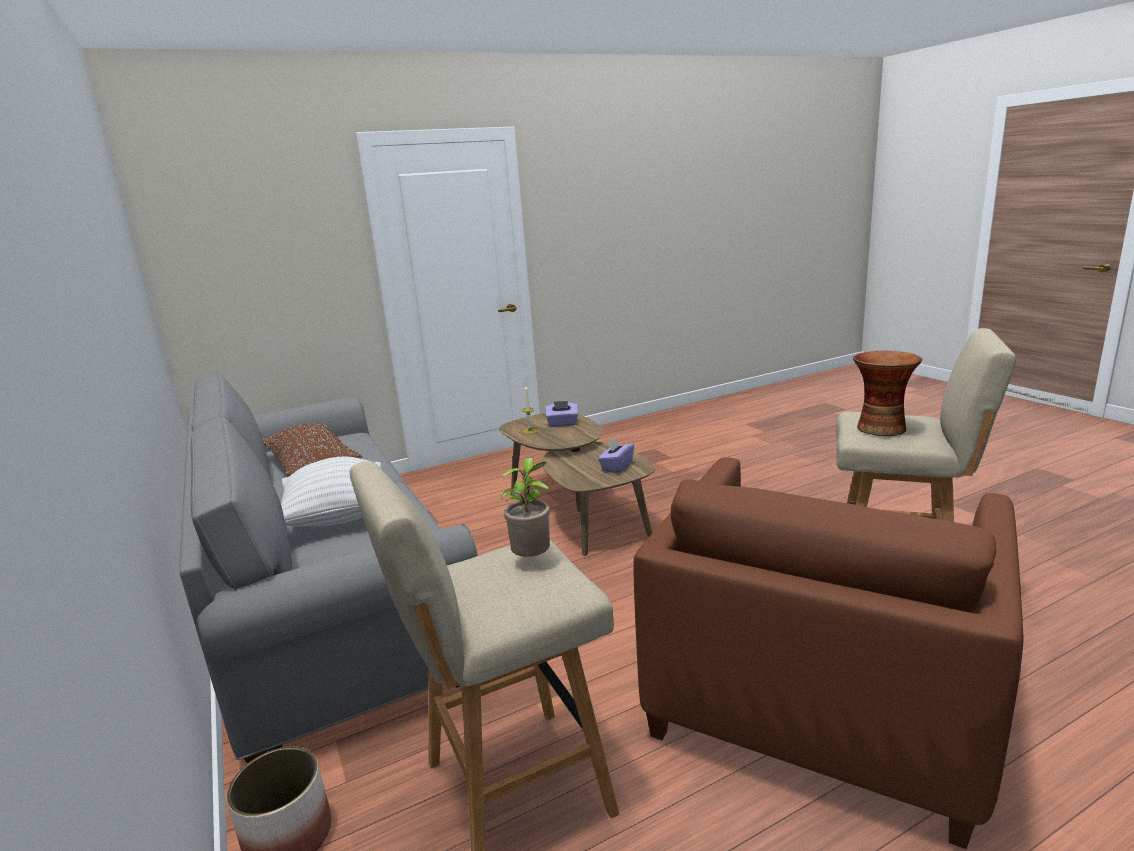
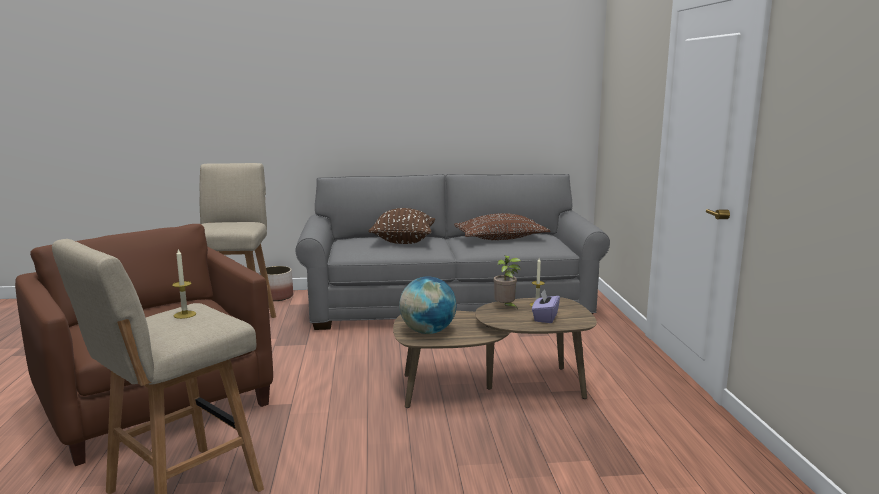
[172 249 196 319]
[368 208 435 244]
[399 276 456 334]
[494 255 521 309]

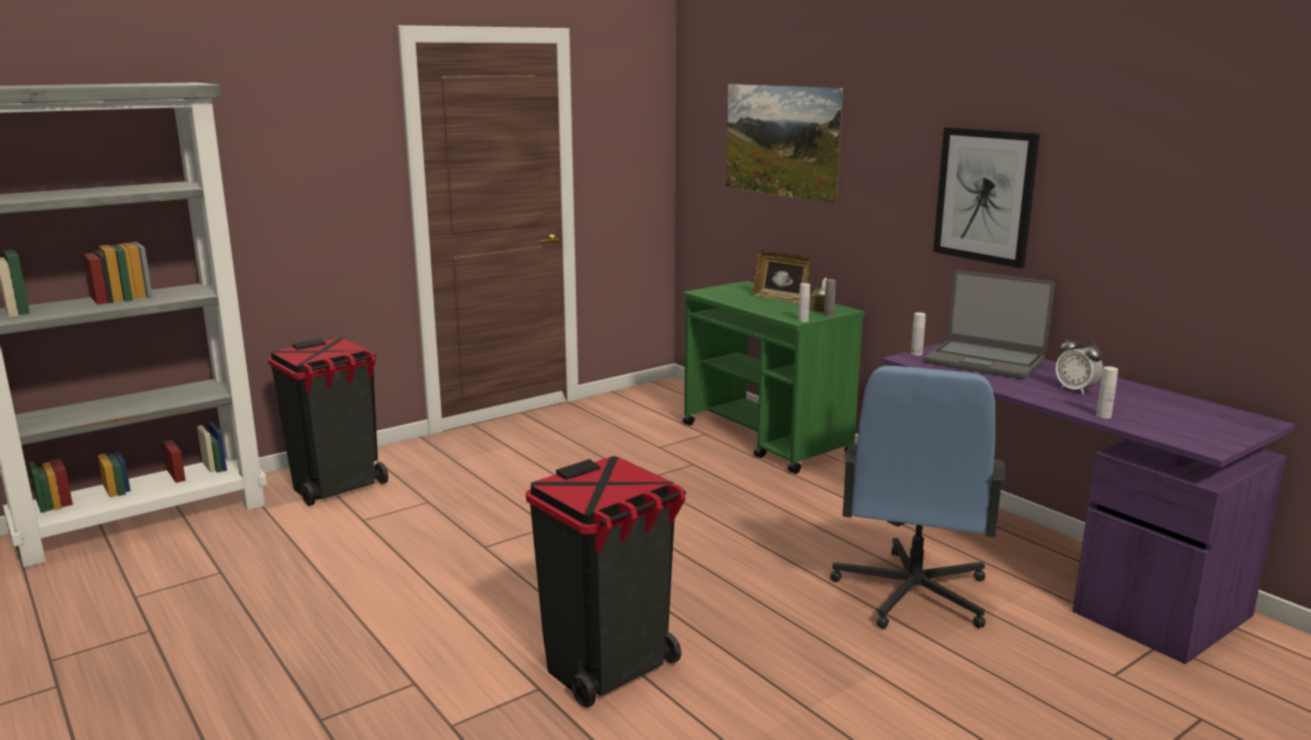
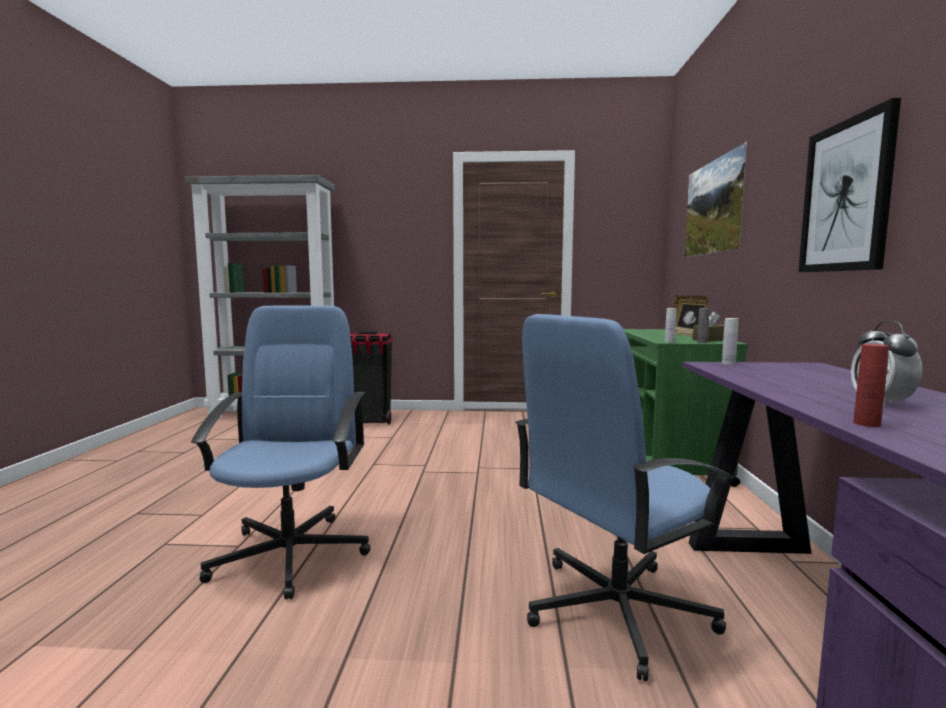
[191 306 371 599]
[853 344 889 427]
[924 270 1055 379] (first image)

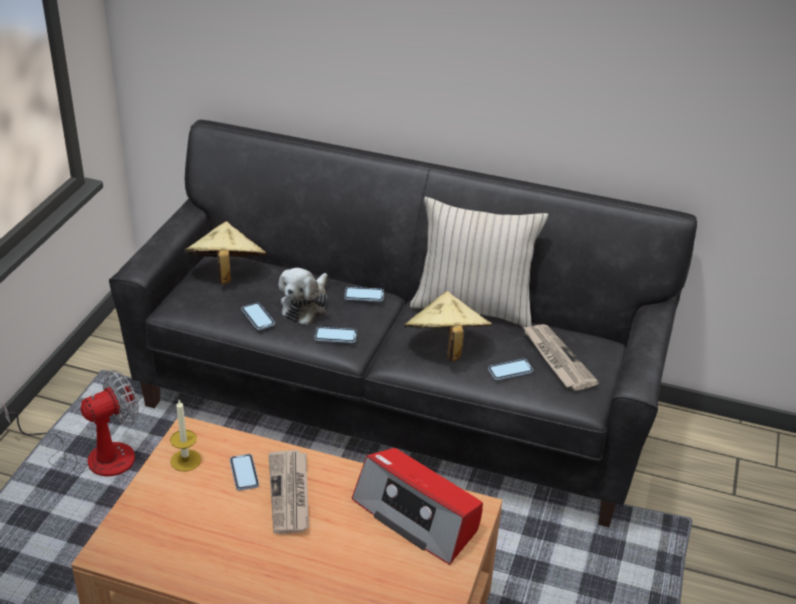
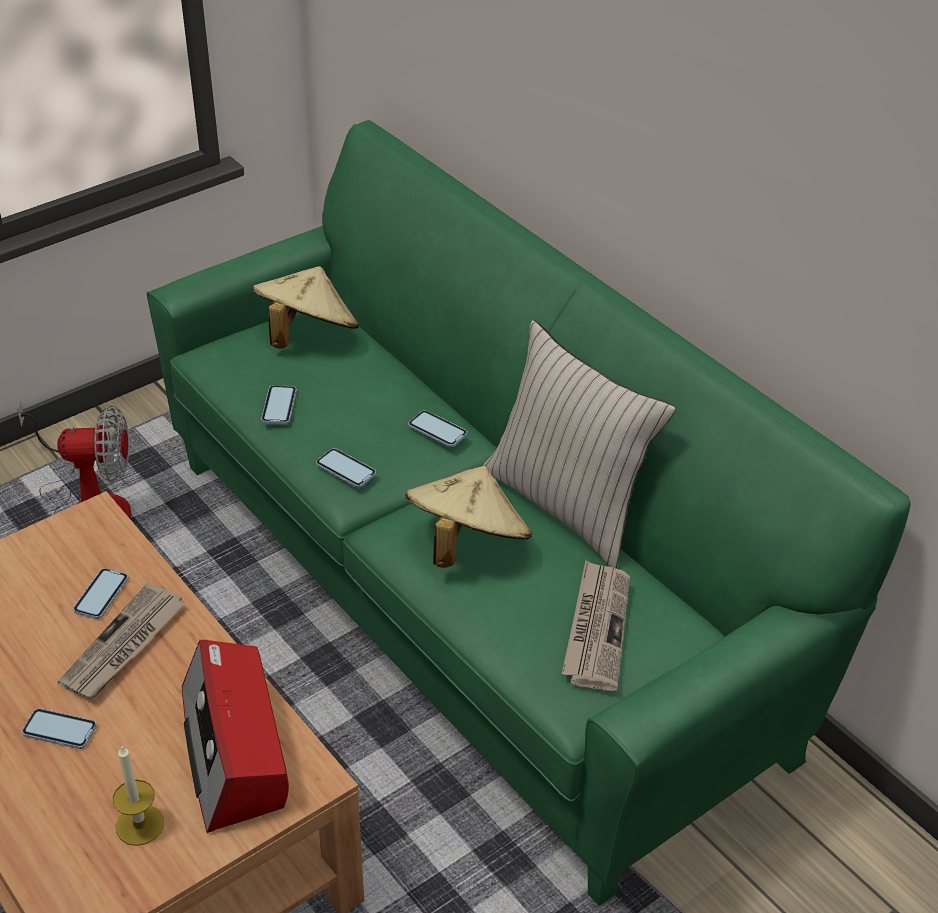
[22 708 97 749]
[113 745 164 846]
[147 120 910 906]
[279 268 328 325] (first image)

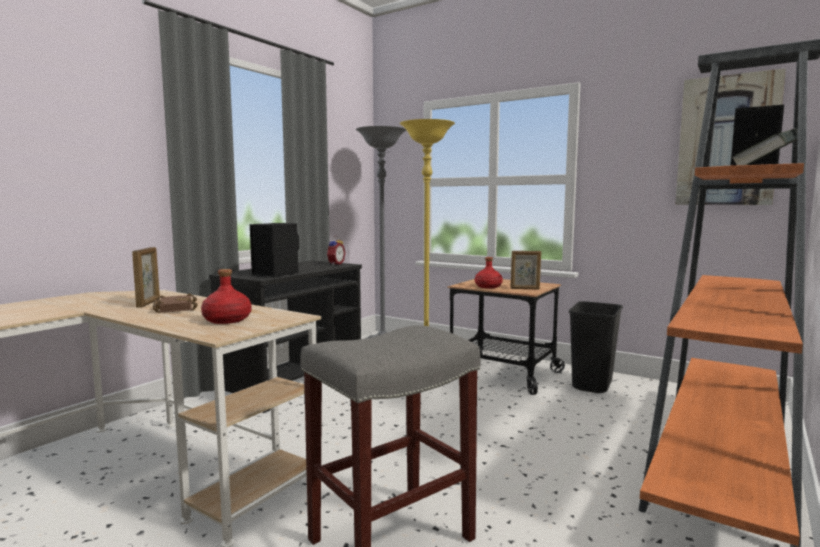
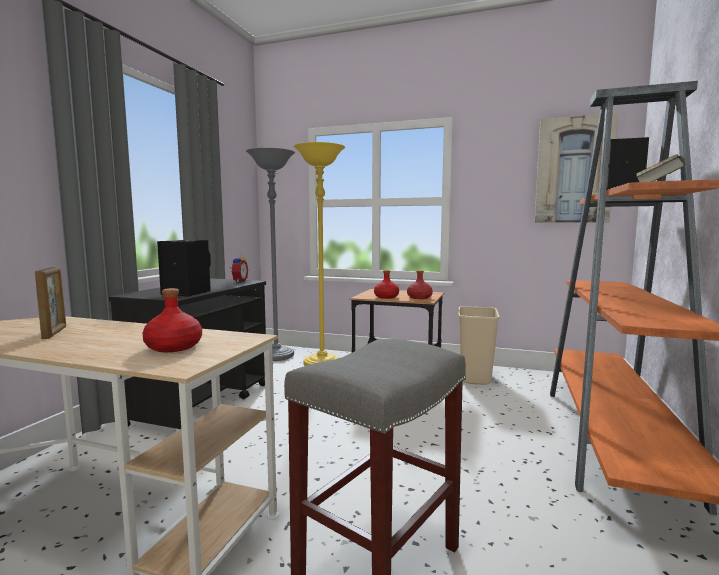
[407 270 433 299]
[458 306 500 385]
[153 293 198 313] (first image)

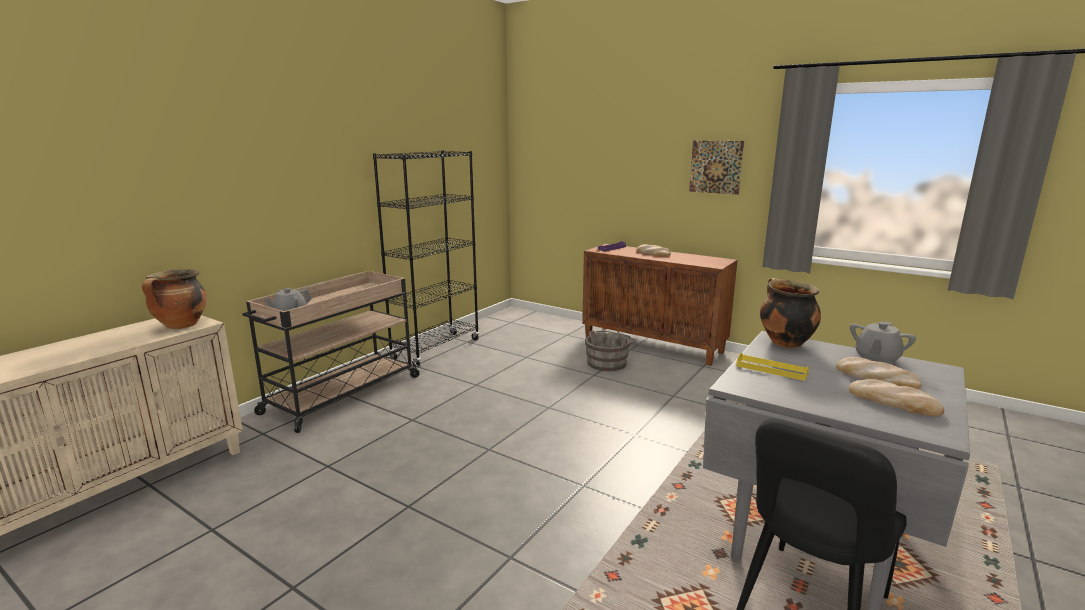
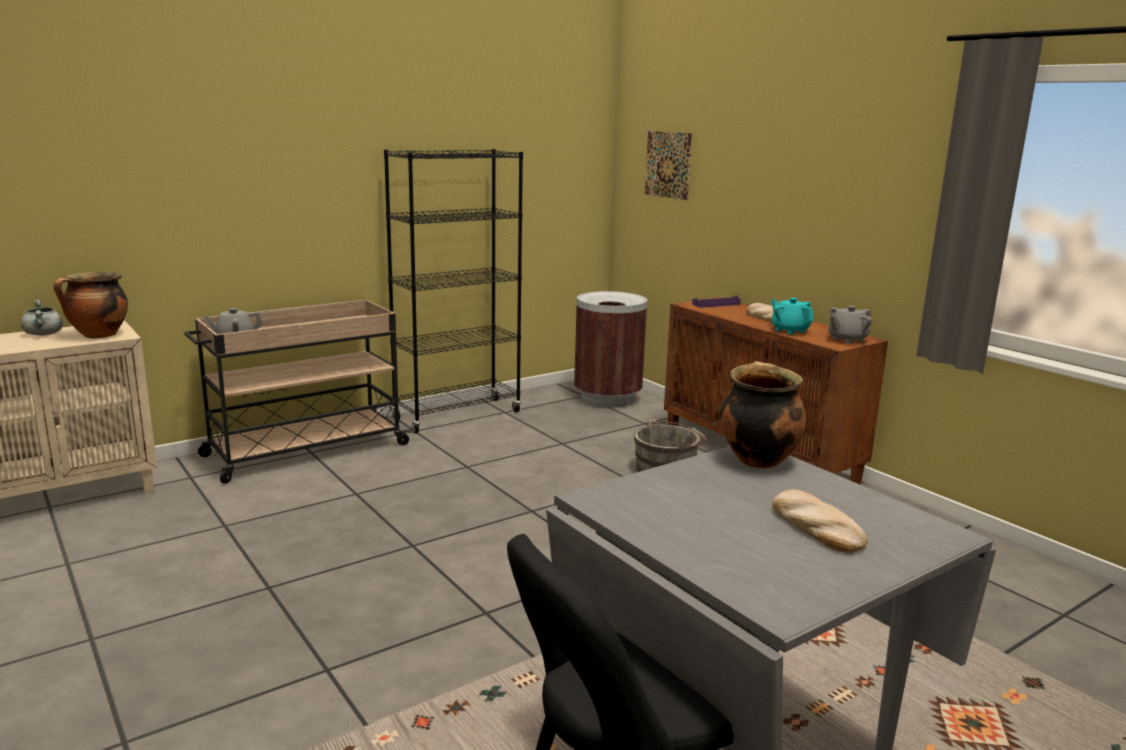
[21 300 63 335]
[574 291 647 407]
[645 131 692 200]
[771 298 814 335]
[828 306 872 344]
[736 353 809 381] (first image)
[849 379 944 417] (first image)

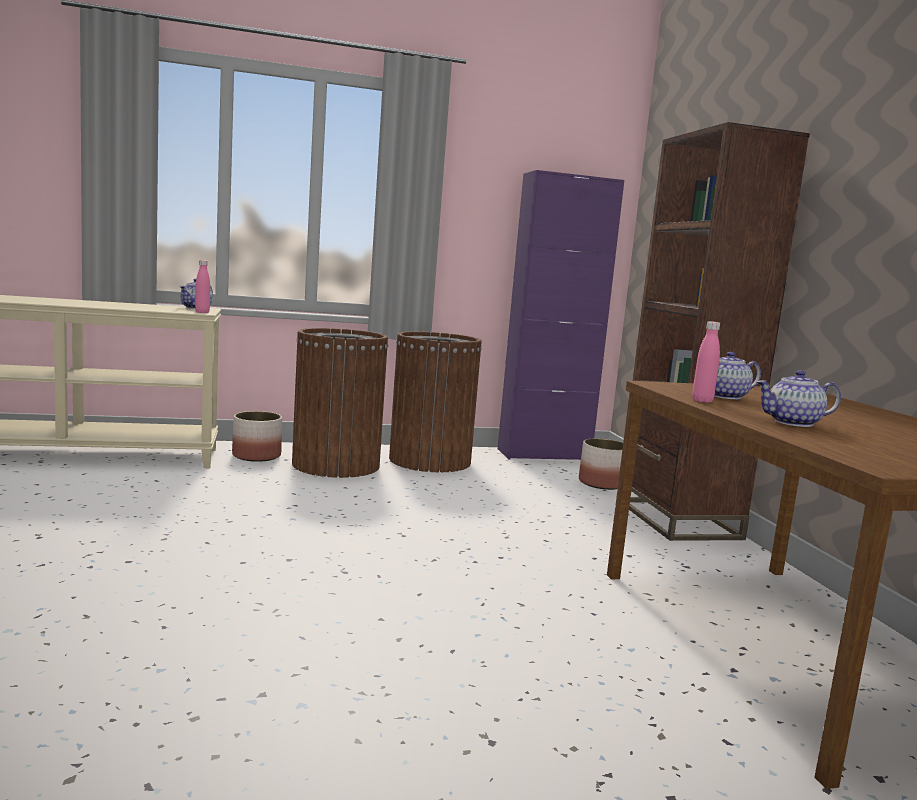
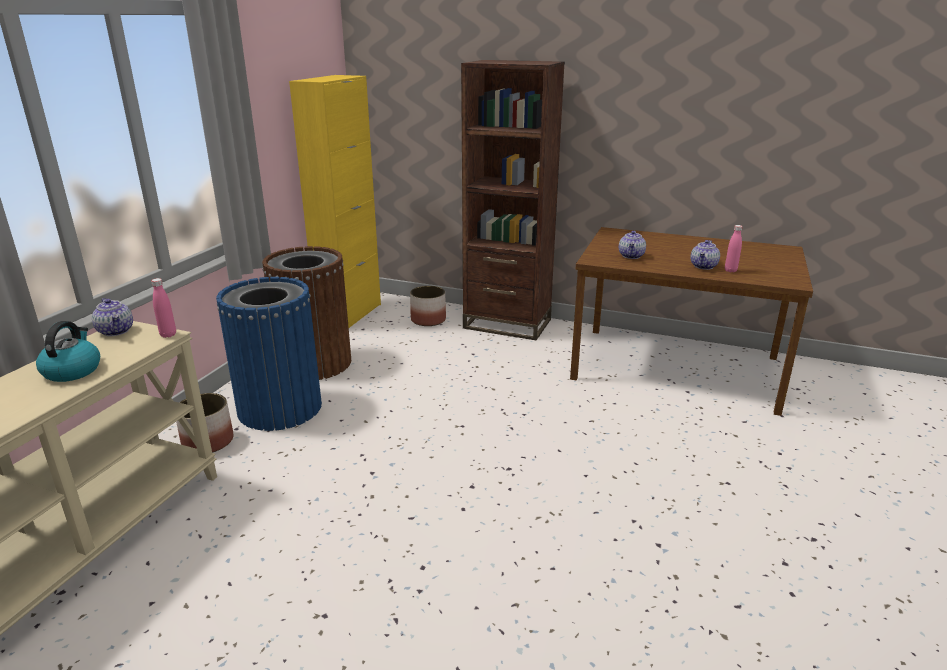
[36 321 100 382]
[216 277 322 431]
[289 75 381 328]
[725 225 742 272]

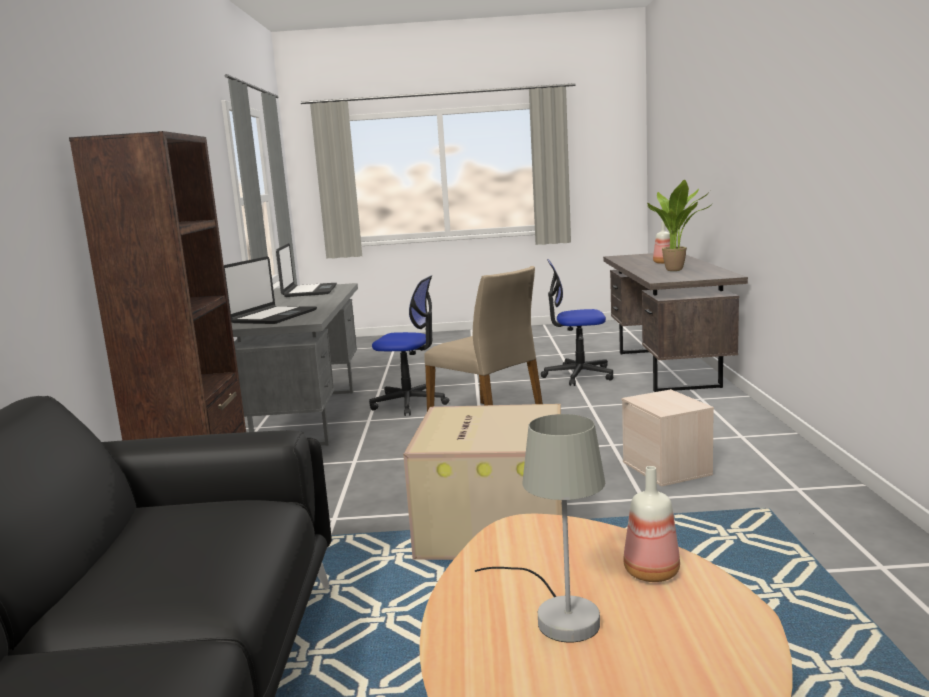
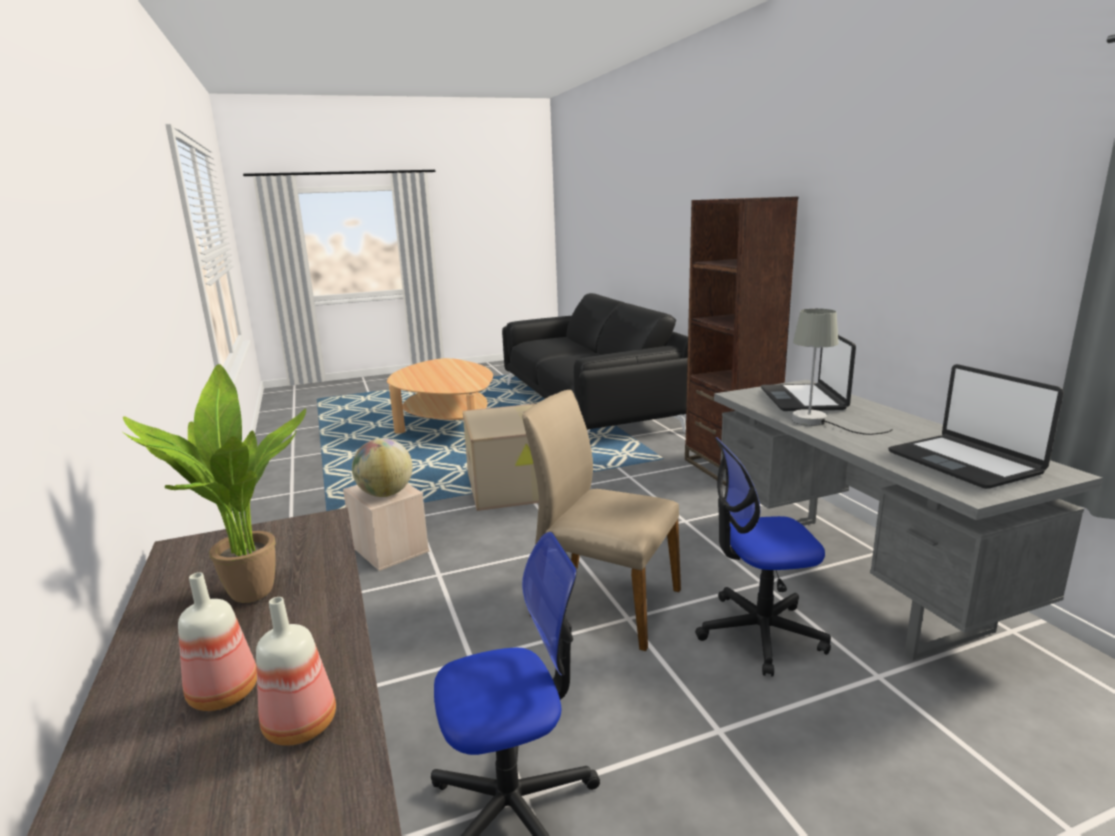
[256 597 336 746]
[352 438 413 497]
[792 309 893 435]

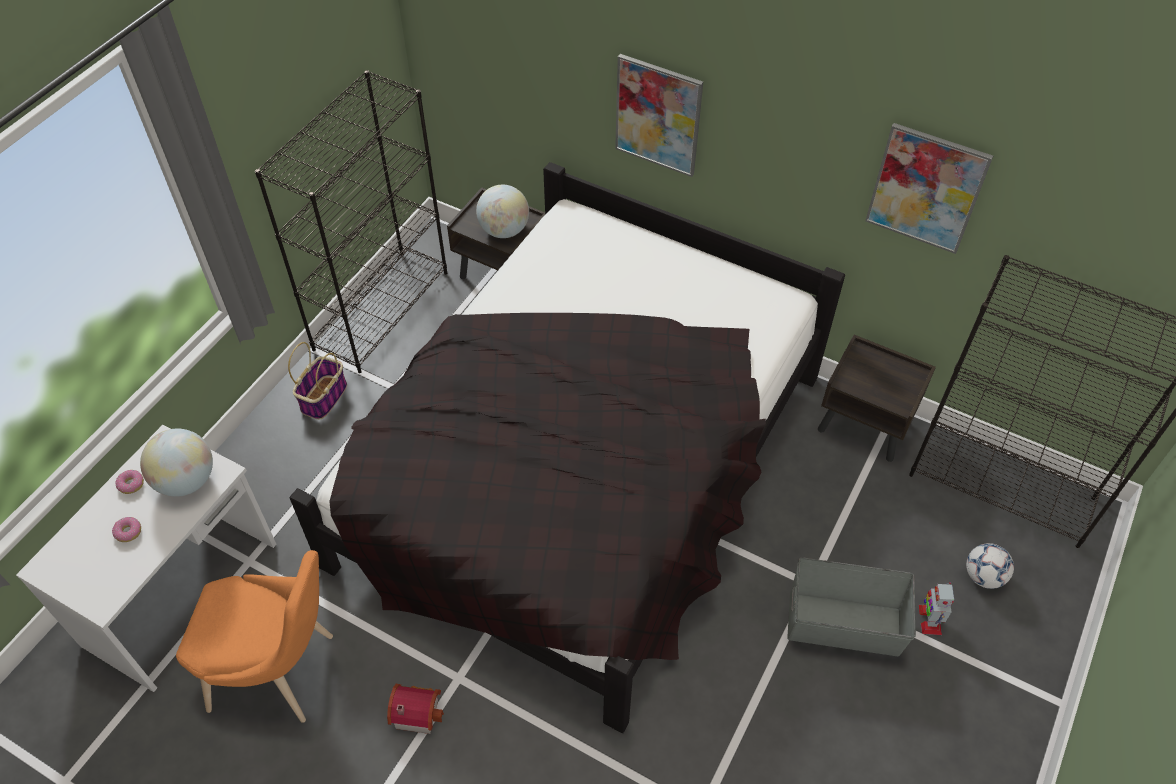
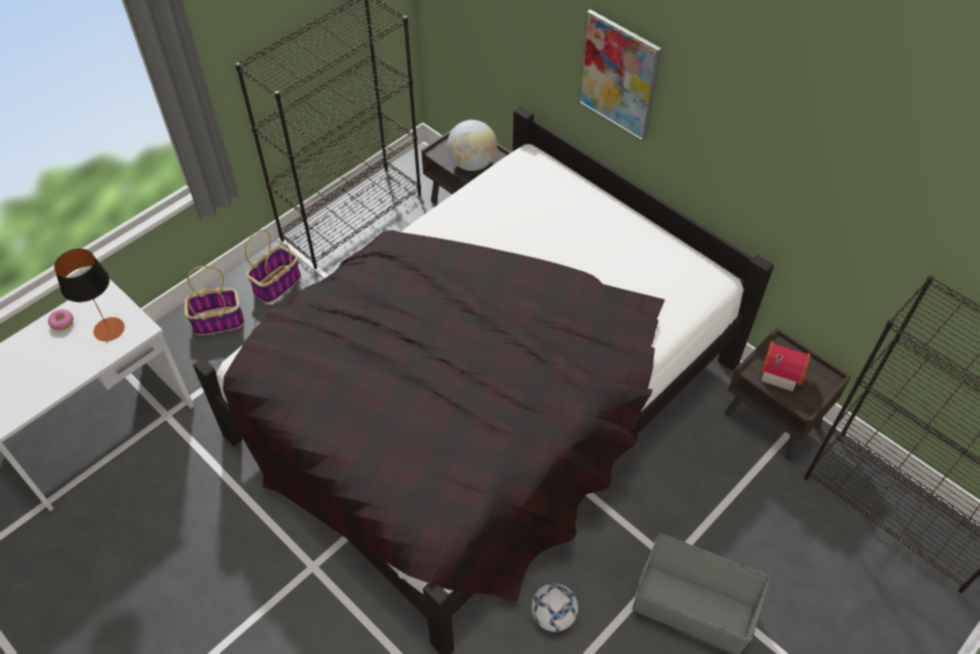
[54 249 125 342]
[184 266 244 335]
[531 583 578 632]
[761 341 811 392]
[112 517 141 542] (first image)
[176 550 333 723] (first image)
[865 123 993 254] (first image)
[919 582 954 635] (first image)

